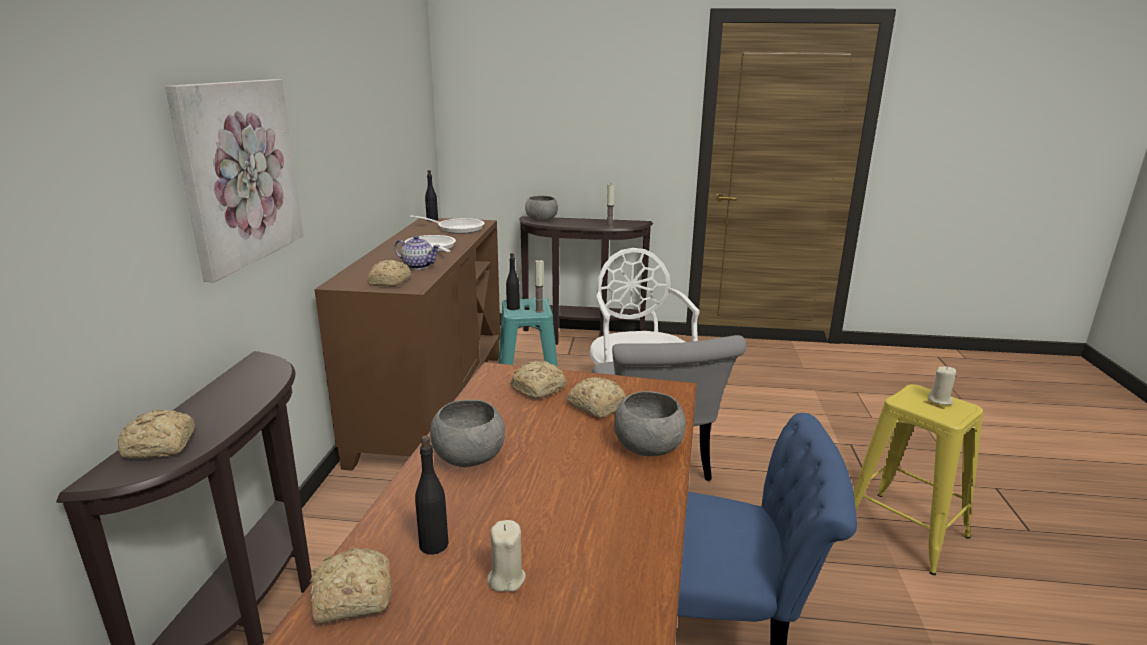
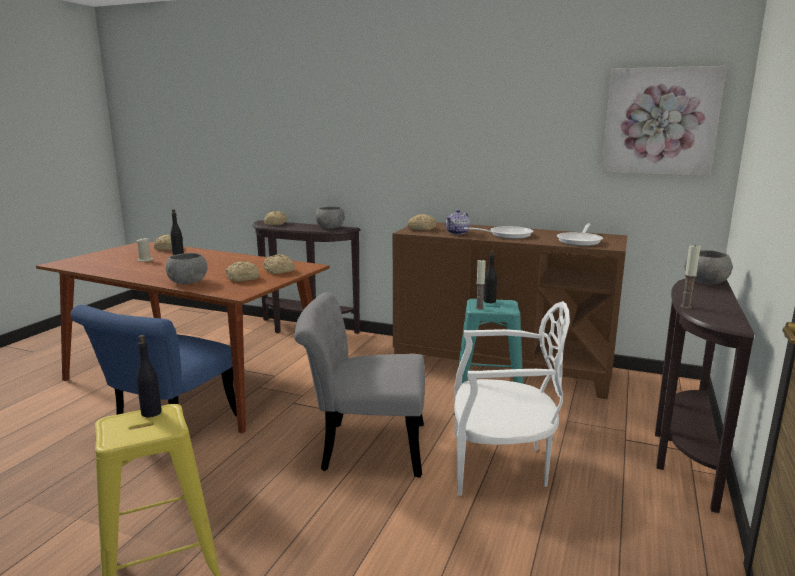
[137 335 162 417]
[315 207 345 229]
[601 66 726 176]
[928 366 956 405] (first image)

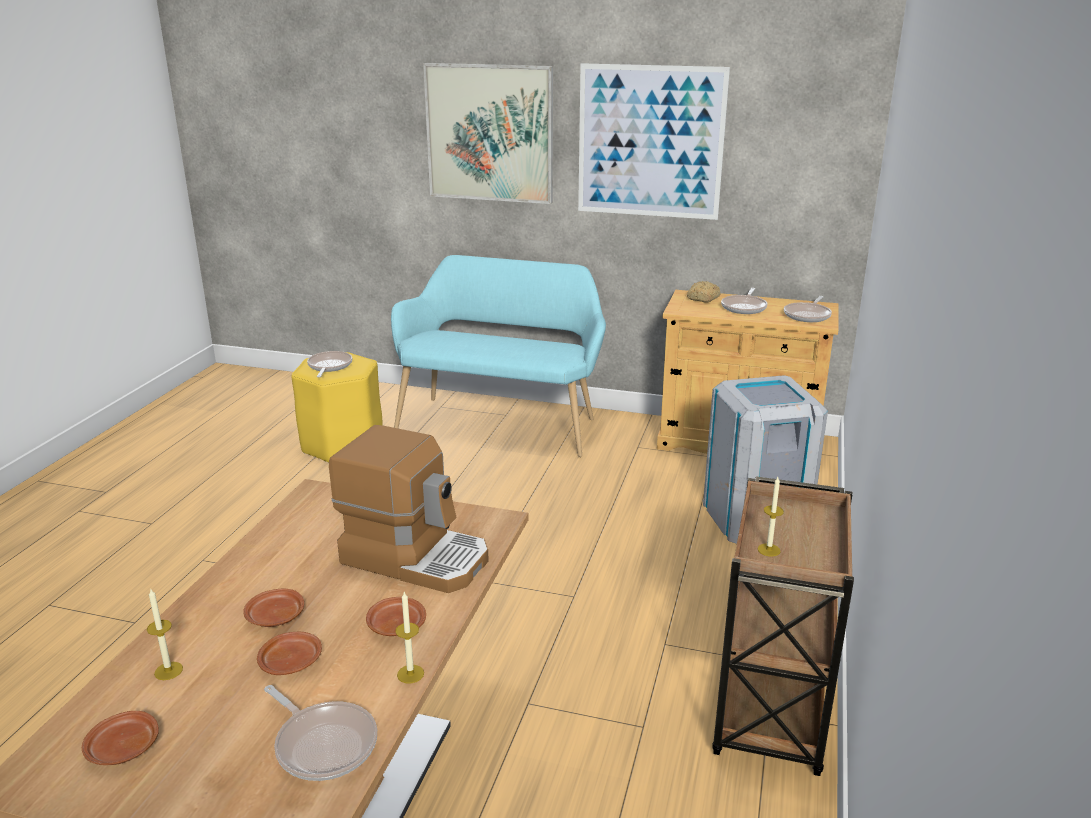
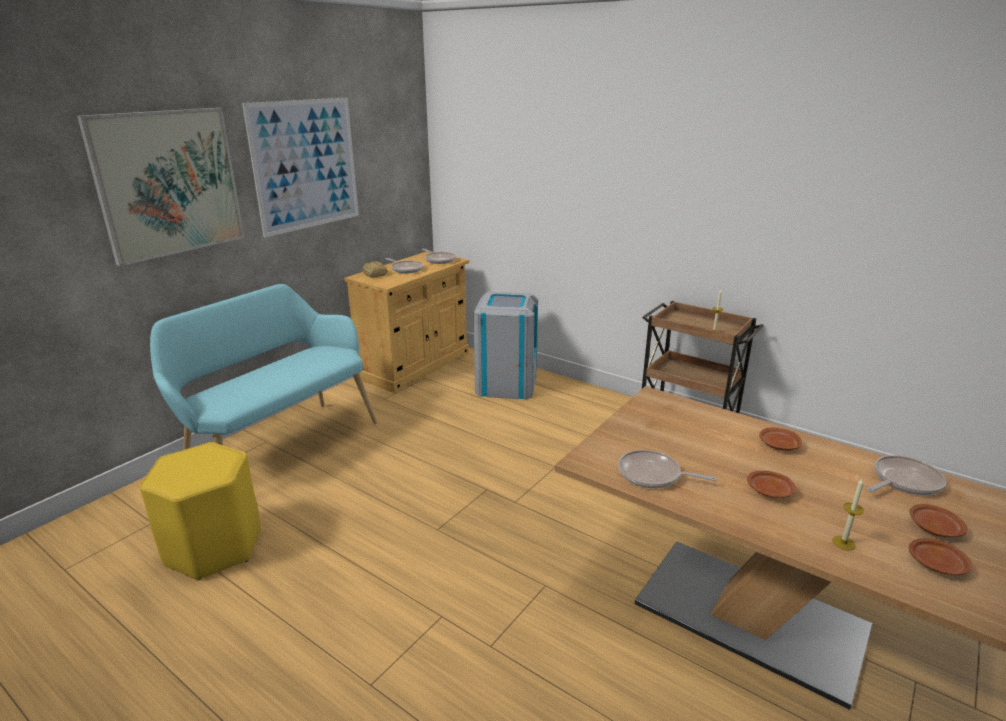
[618 450 717 488]
[910 504 968 537]
[329 425 489 593] (first image)
[395 592 424 683] (first image)

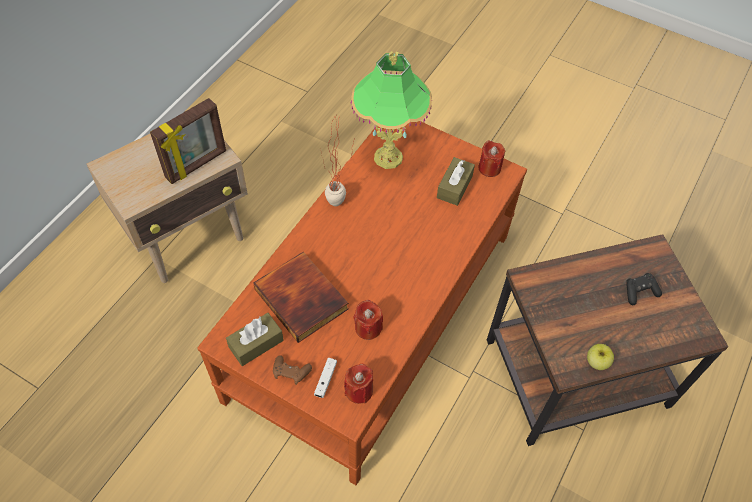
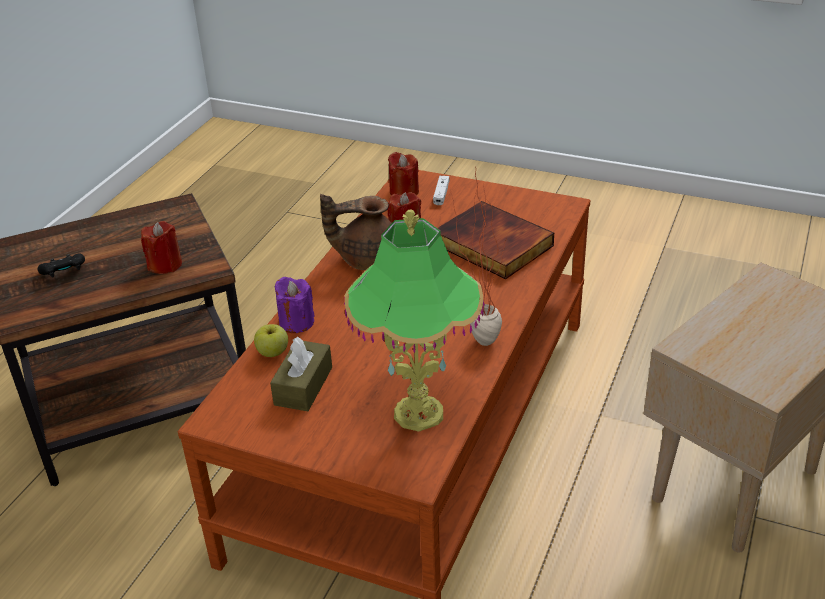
[141 221 182 274]
[254 324 288 357]
[275 277 314 333]
[320 194 392 270]
[150 98 226 184] (first image)
[226 313 284 366] (first image)
[273 355 312 385] (first image)

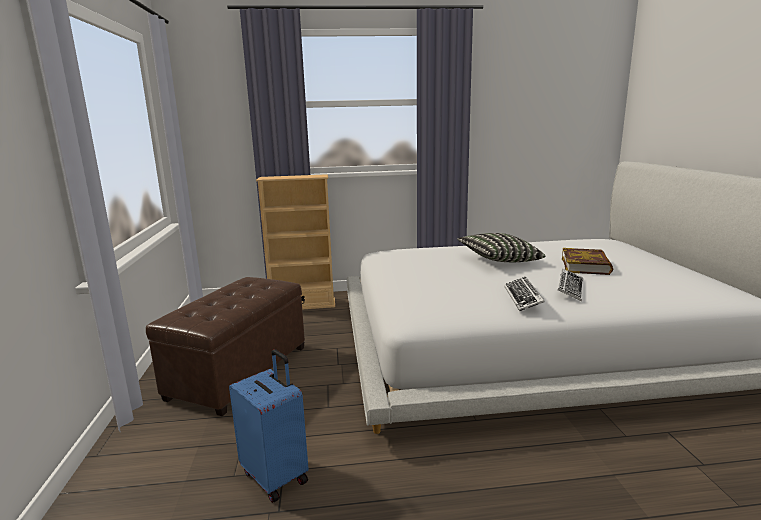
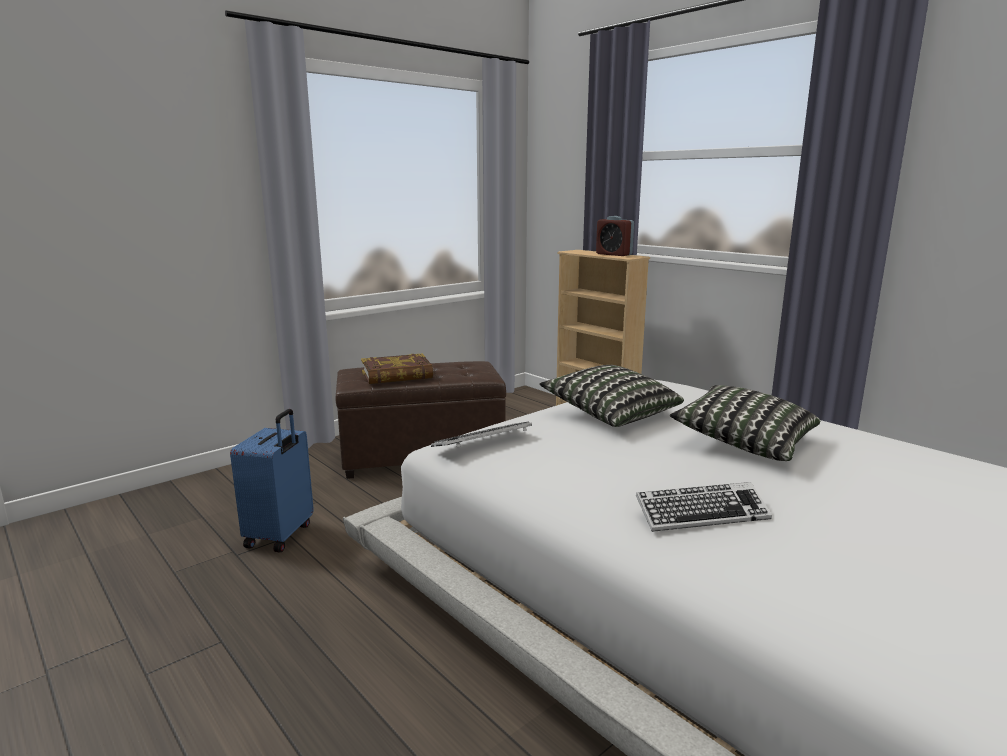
[361 354 433 384]
[431 422 532 448]
[539 365 684 427]
[596 216 634 256]

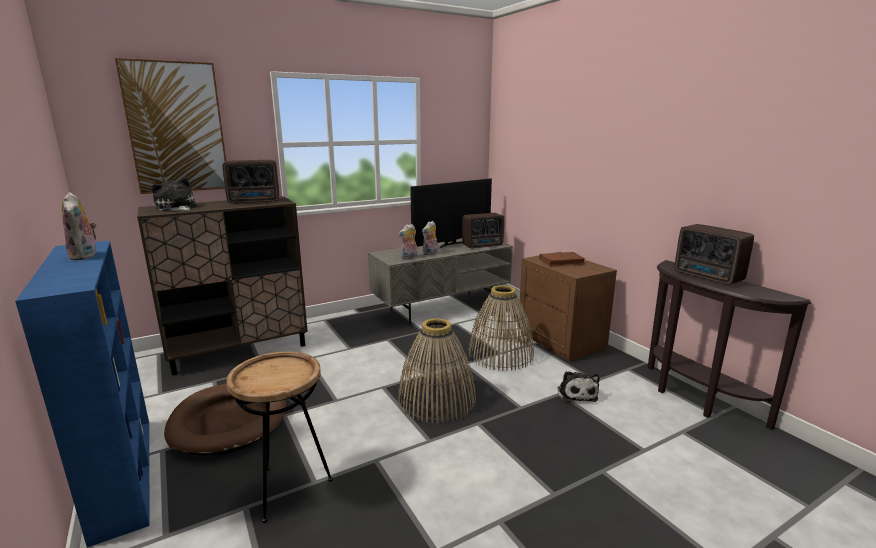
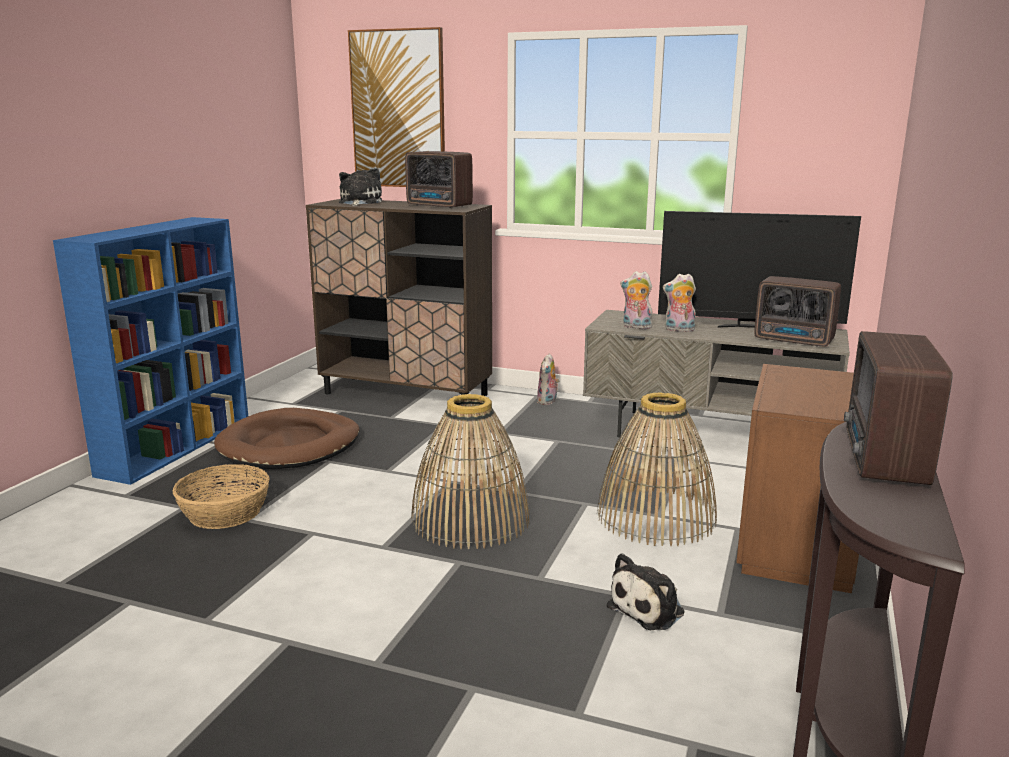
[173 464 270 529]
[537 353 560 405]
[539 252 585 267] (first image)

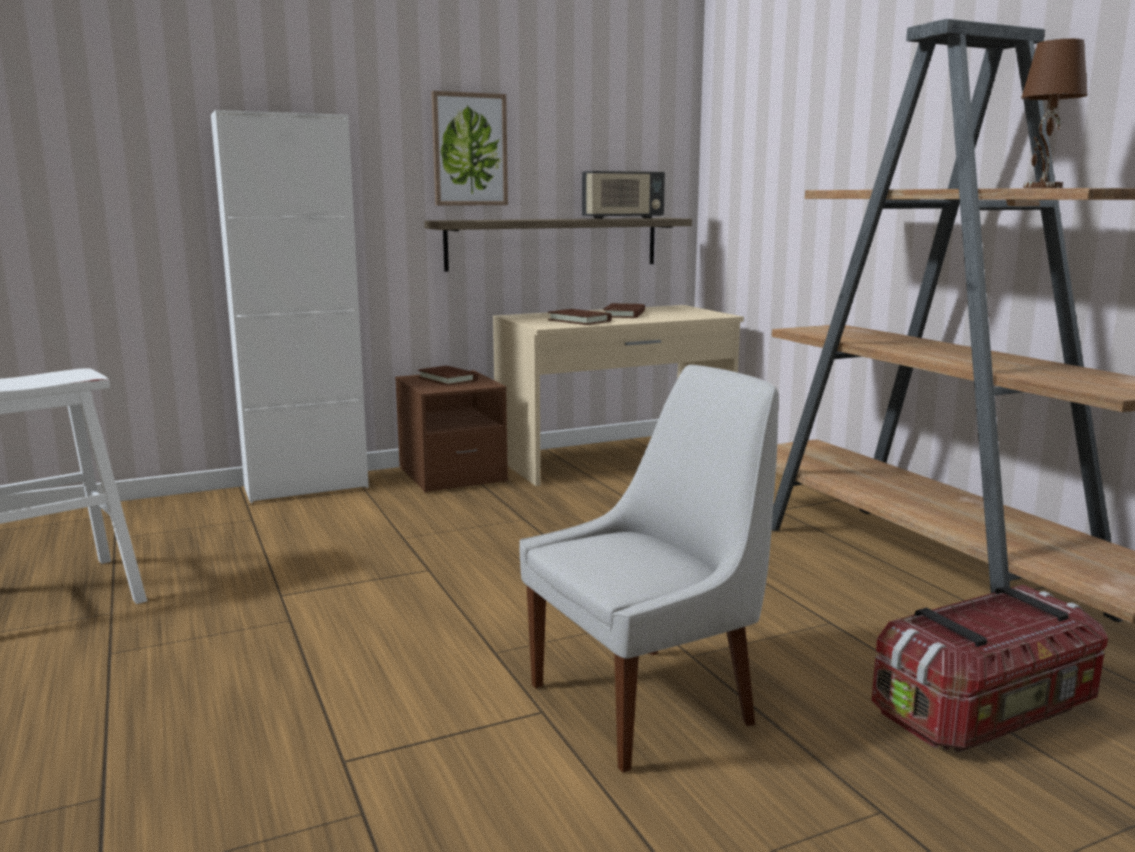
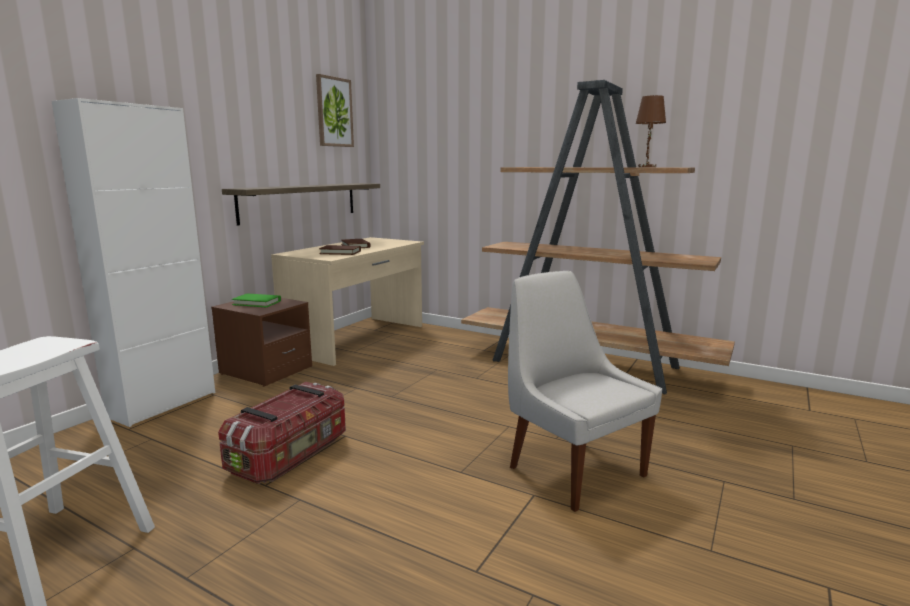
[218 382 346 484]
[232 293 281 307]
[316 74 354 147]
[508 271 662 512]
[582 171 665 219] (first image)

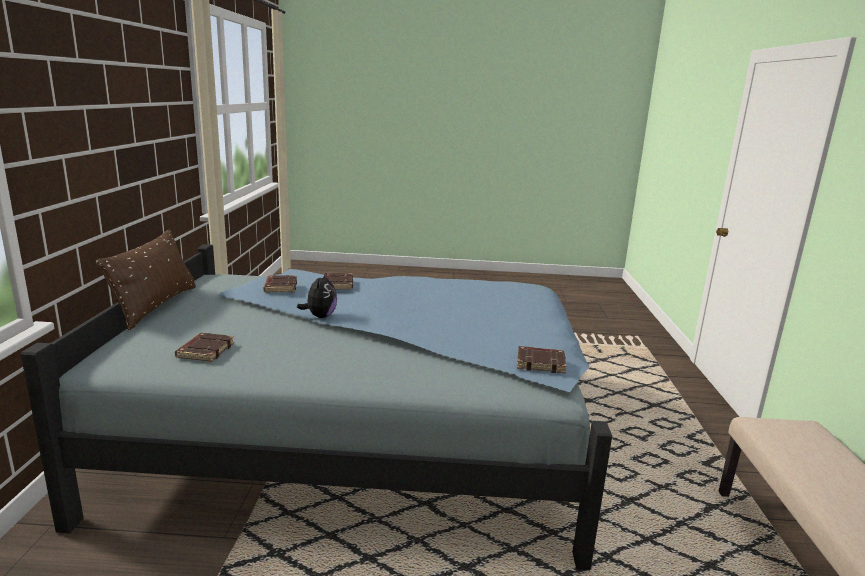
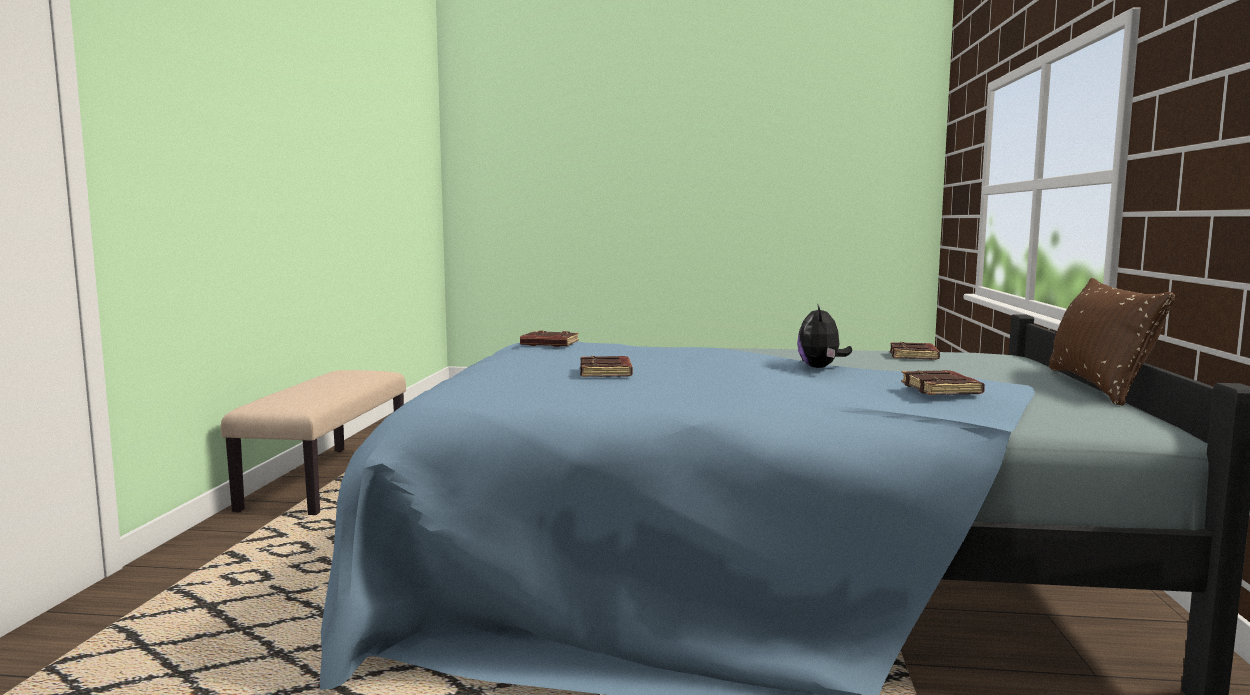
[580 356 633 377]

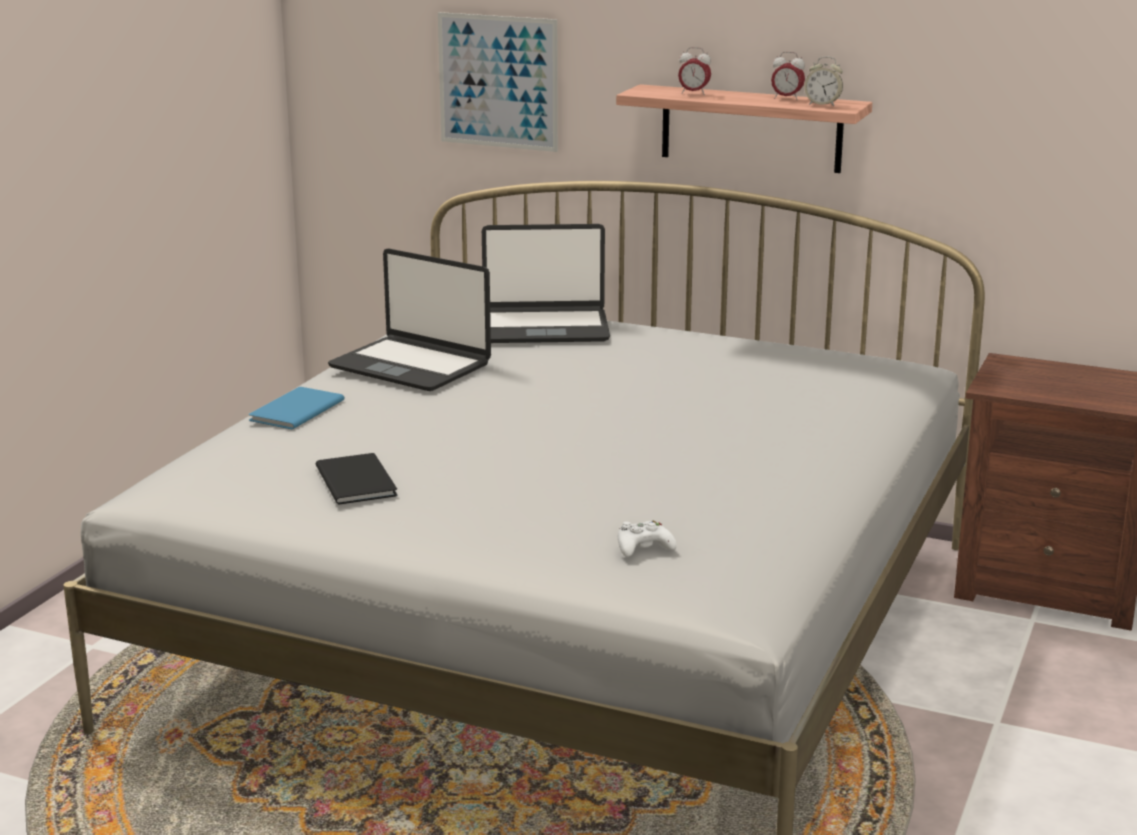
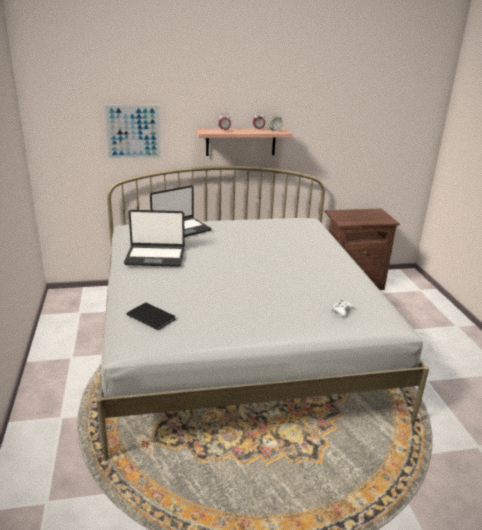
[127 303 176 330]
[249 387 345 430] (first image)

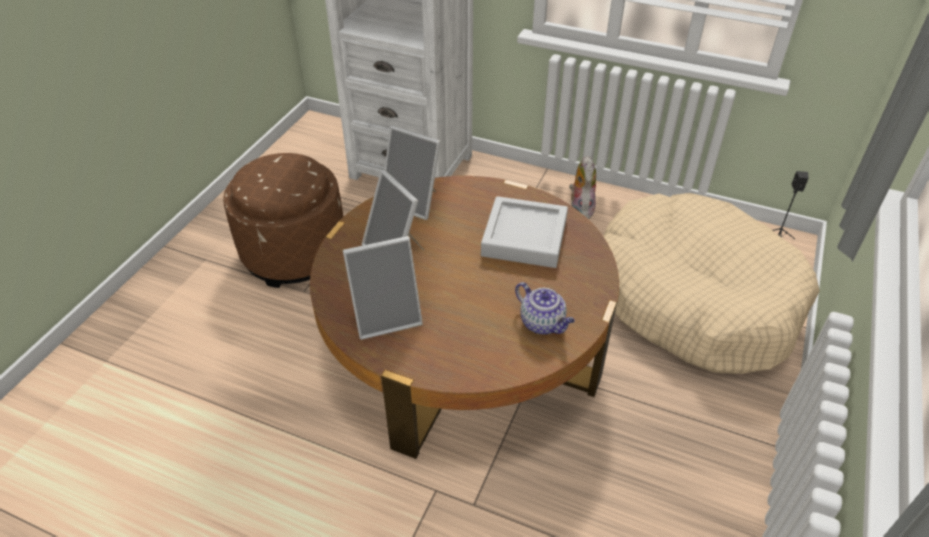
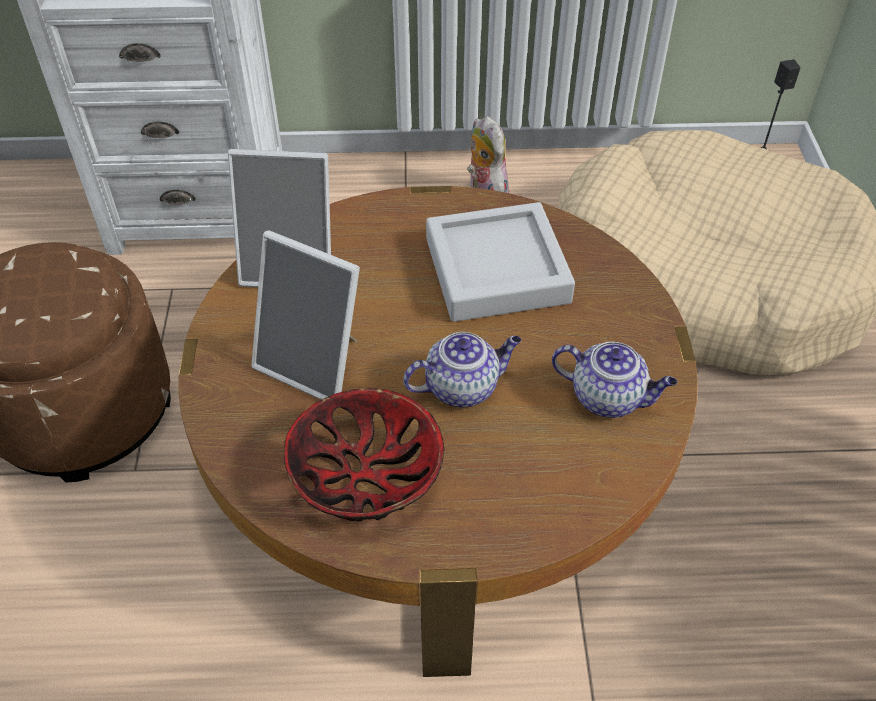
[284 388 445 521]
[403 332 521 407]

